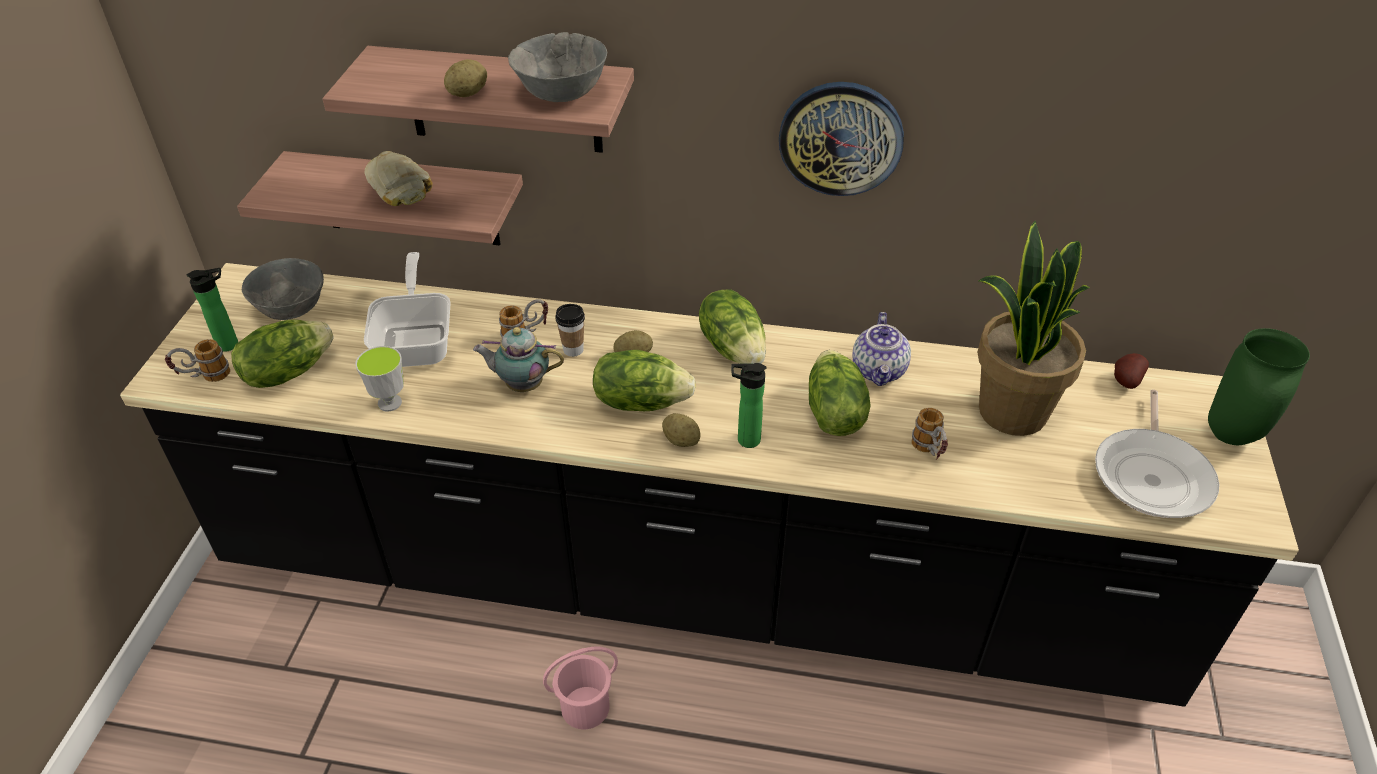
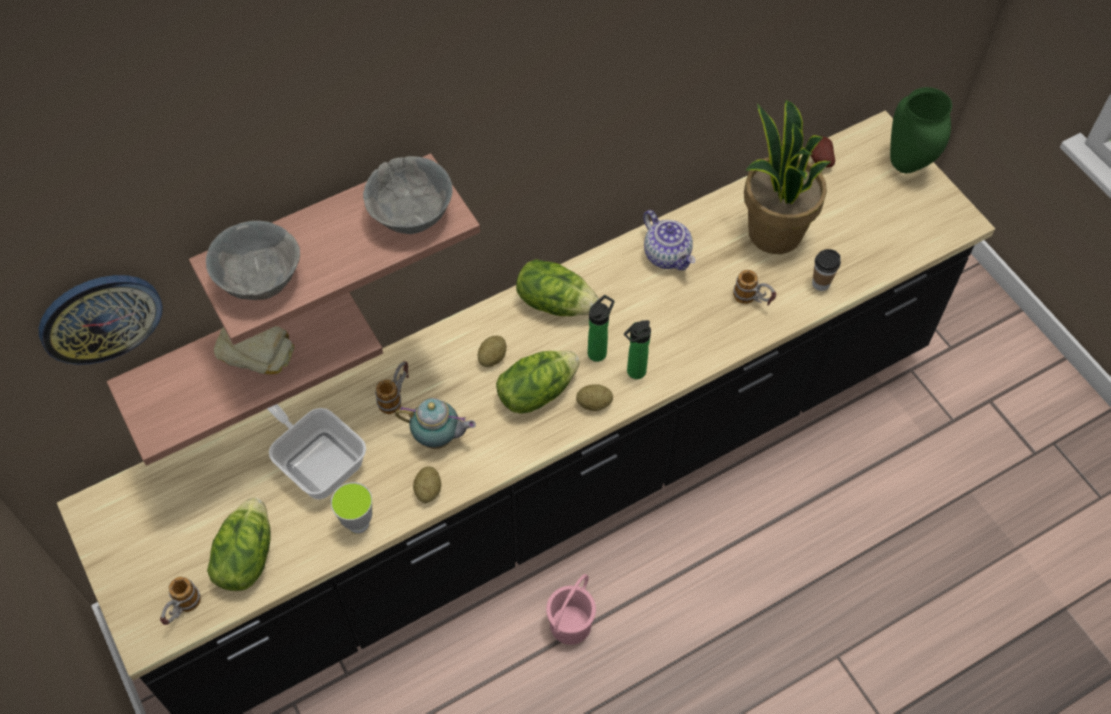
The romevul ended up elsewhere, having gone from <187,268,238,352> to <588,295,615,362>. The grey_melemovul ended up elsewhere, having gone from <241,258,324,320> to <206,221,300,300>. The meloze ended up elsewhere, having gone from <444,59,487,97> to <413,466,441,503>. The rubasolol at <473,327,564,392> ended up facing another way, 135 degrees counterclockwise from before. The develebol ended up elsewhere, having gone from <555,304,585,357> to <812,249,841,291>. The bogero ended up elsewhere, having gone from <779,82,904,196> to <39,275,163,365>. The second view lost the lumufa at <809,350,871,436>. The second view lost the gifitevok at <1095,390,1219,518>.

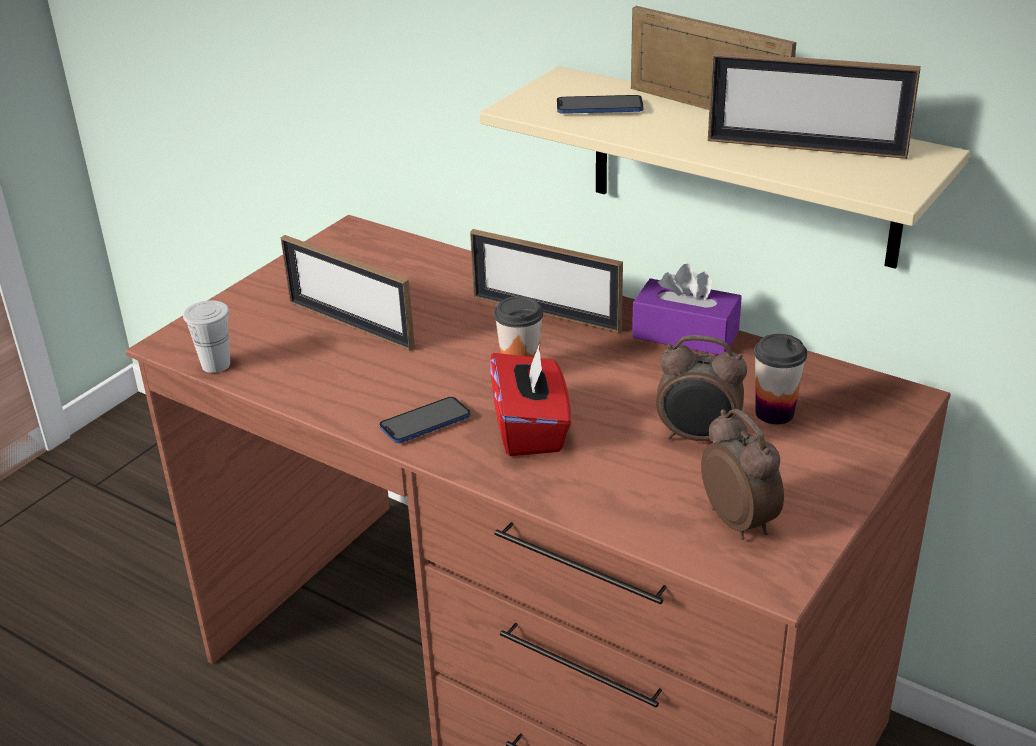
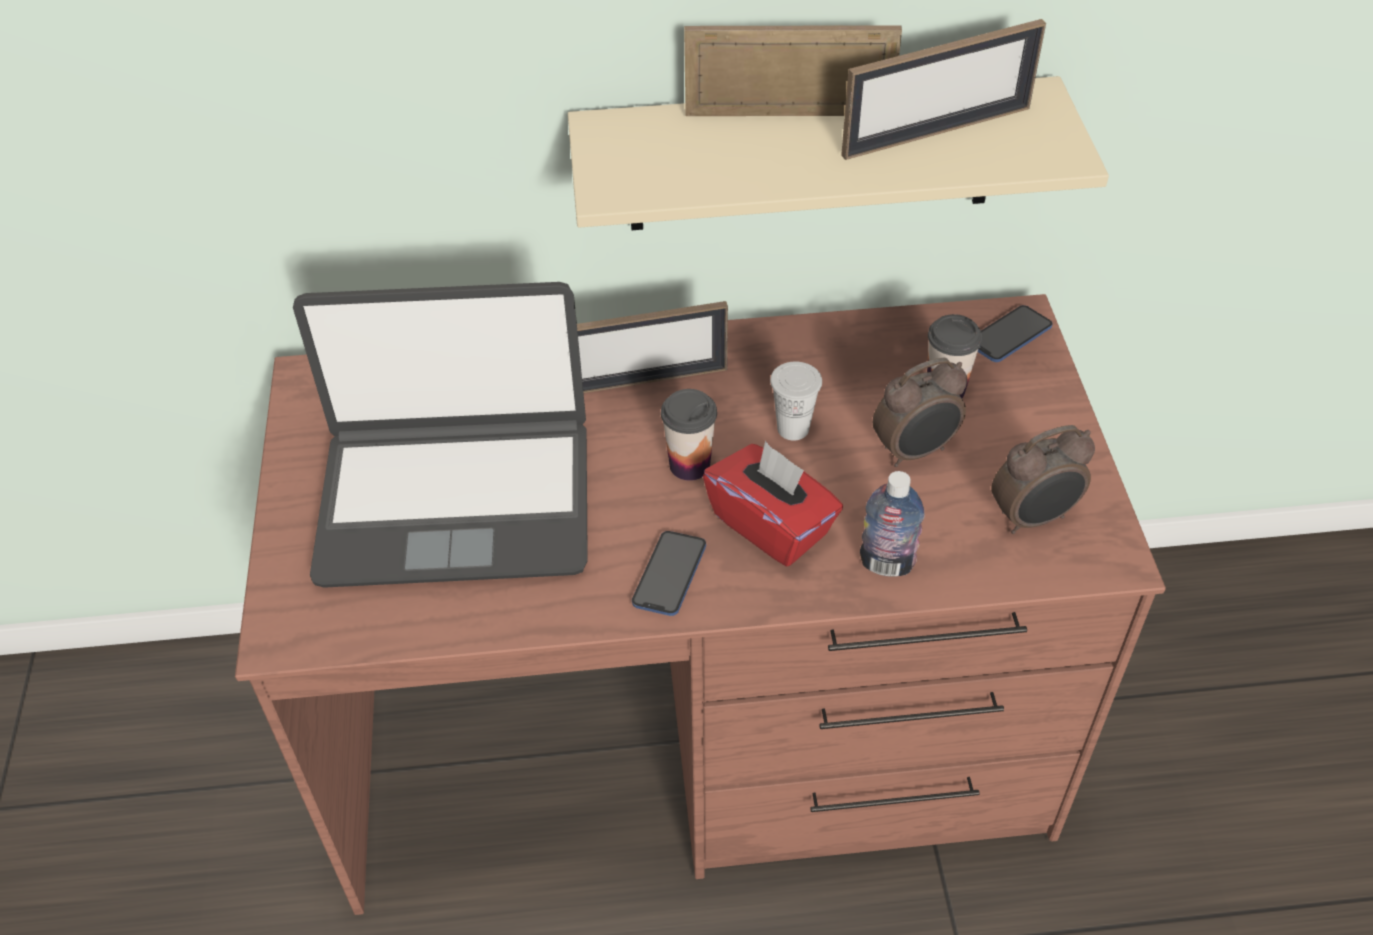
The white_develebol ended up elsewhere, having gone from <183,300,230,373> to <770,362,822,441>. Where the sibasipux stood at <281,235,415,351>, the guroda came to stand at <293,282,588,588>. The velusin ended up elsewhere, having gone from <557,95,644,114> to <978,305,1052,362>. The second view lost the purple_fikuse at <632,264,742,355>. The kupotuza at <701,409,784,540> ended up facing another way, 135 degrees clockwise from before. The second view gained the romevul at <860,471,925,577>.

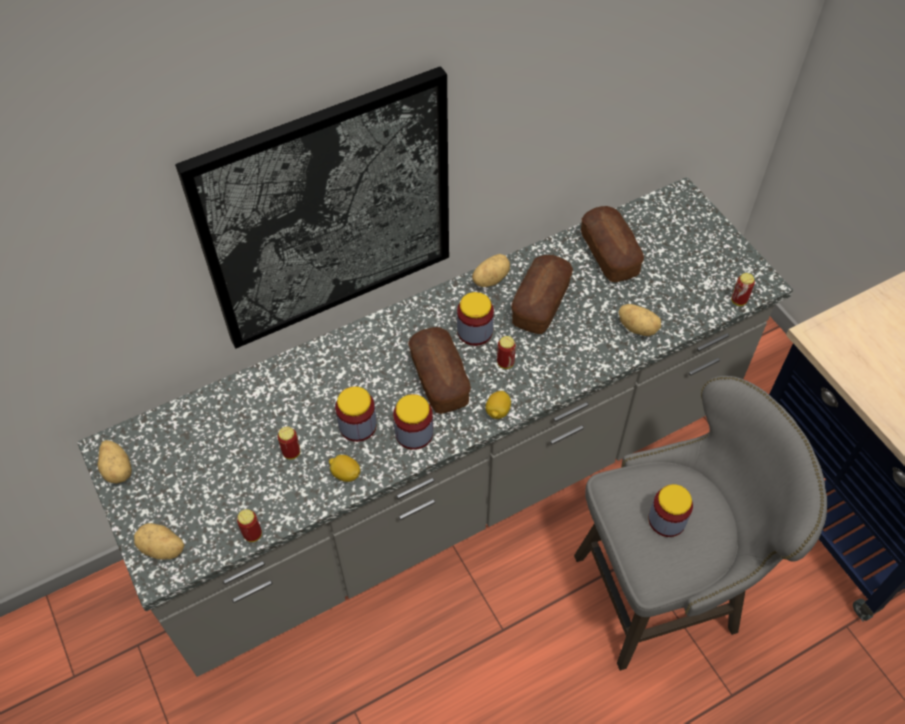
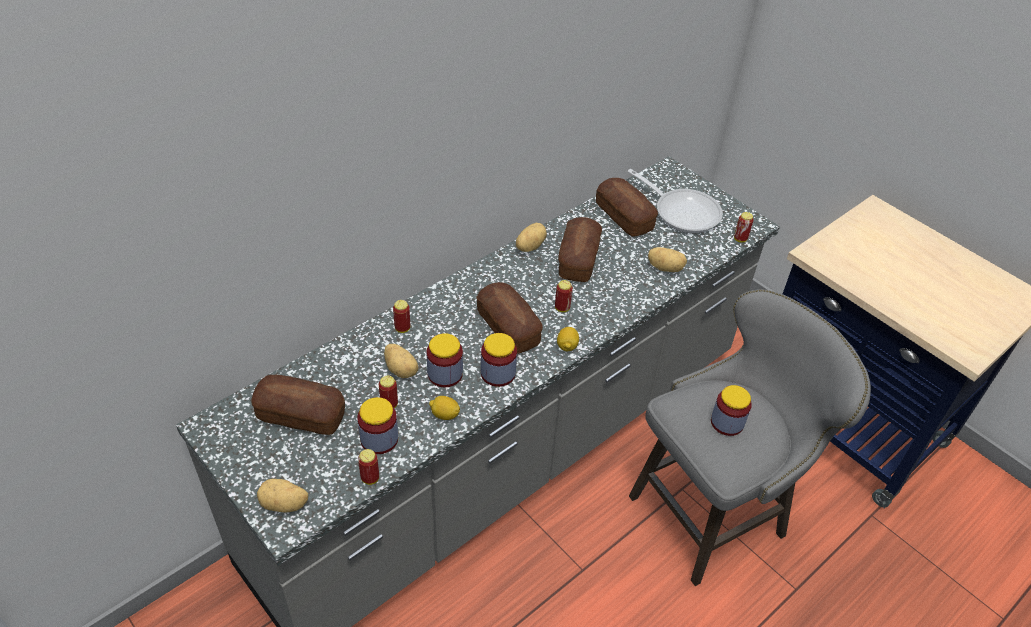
The meloze ended up elsewhere, having gone from <98,440,132,483> to <384,344,419,378>. The second view lost the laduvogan at <175,66,449,349>. The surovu ended up elsewhere, having gone from <457,292,494,346> to <357,397,398,454>. The second view gained the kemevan at <251,375,345,435>. The second view gained the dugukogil at <393,300,410,333>. The second view gained the gifitevok at <628,169,723,233>.

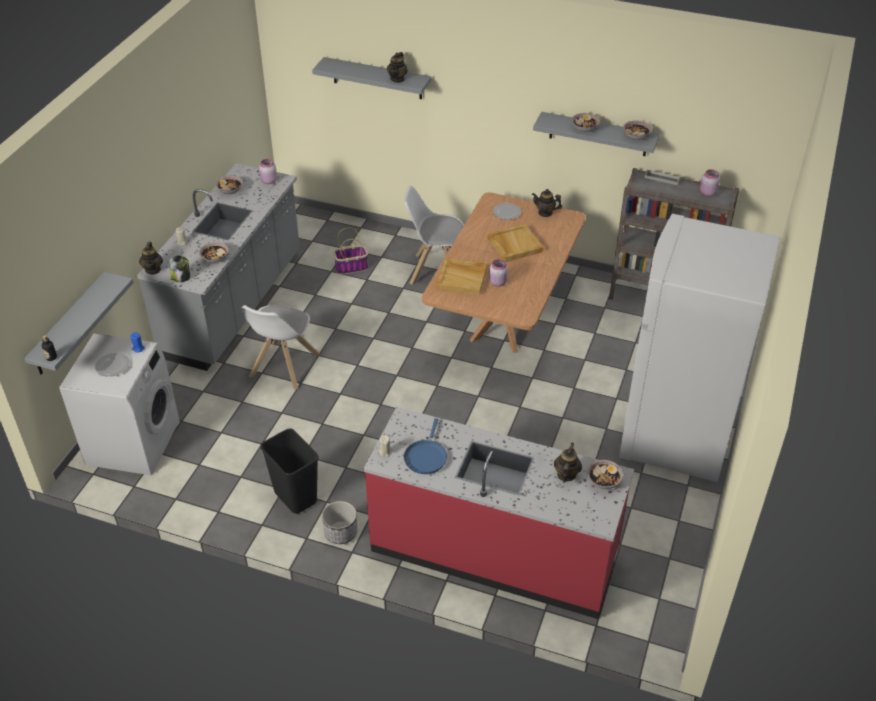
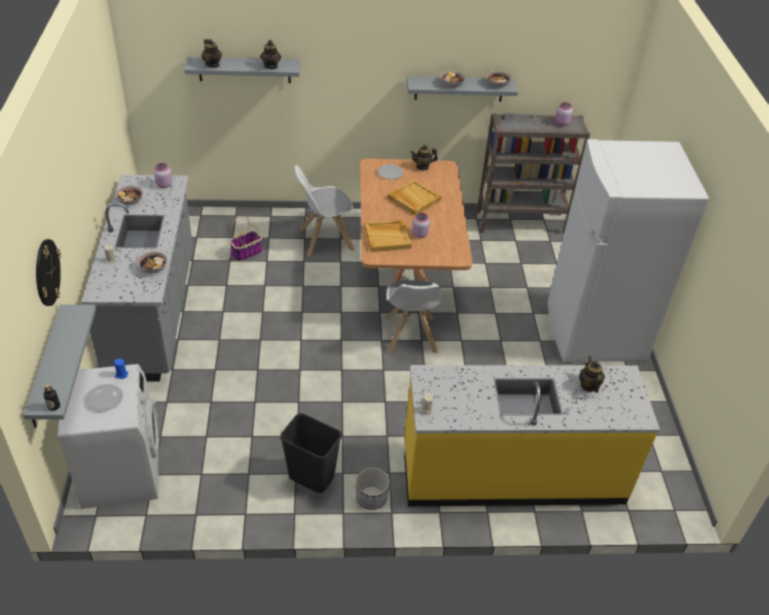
The rubasolol ended up elsewhere, having gone from <139,242,163,274> to <202,39,222,68>. The second view lost the surovu at <169,255,190,282>. The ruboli ended up elsewhere, having gone from <242,305,320,390> to <385,280,443,354>. What was the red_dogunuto at <363,407,634,619> turned into the yellow_dogunuto at <404,365,660,506>. The second view lost the blue_gifitevok at <404,418,447,474>. The second view lost the melemovul at <587,460,623,489>. The second view gained the bogero at <36,239,61,306>.

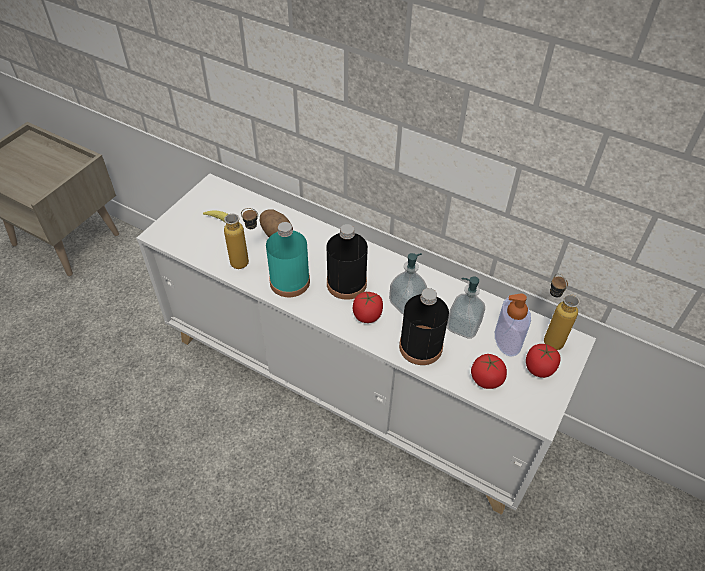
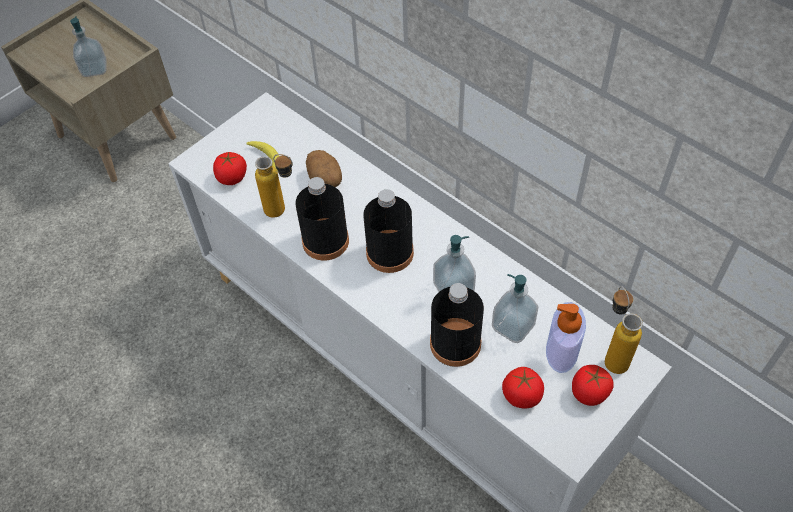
What was the turquoise_romevul at <266,222,310,297> turned into the black_romevul at <295,177,349,260>. The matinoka ended up elsewhere, having gone from <353,292,383,323> to <213,152,247,185>. The second view gained the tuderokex at <70,16,107,77>.

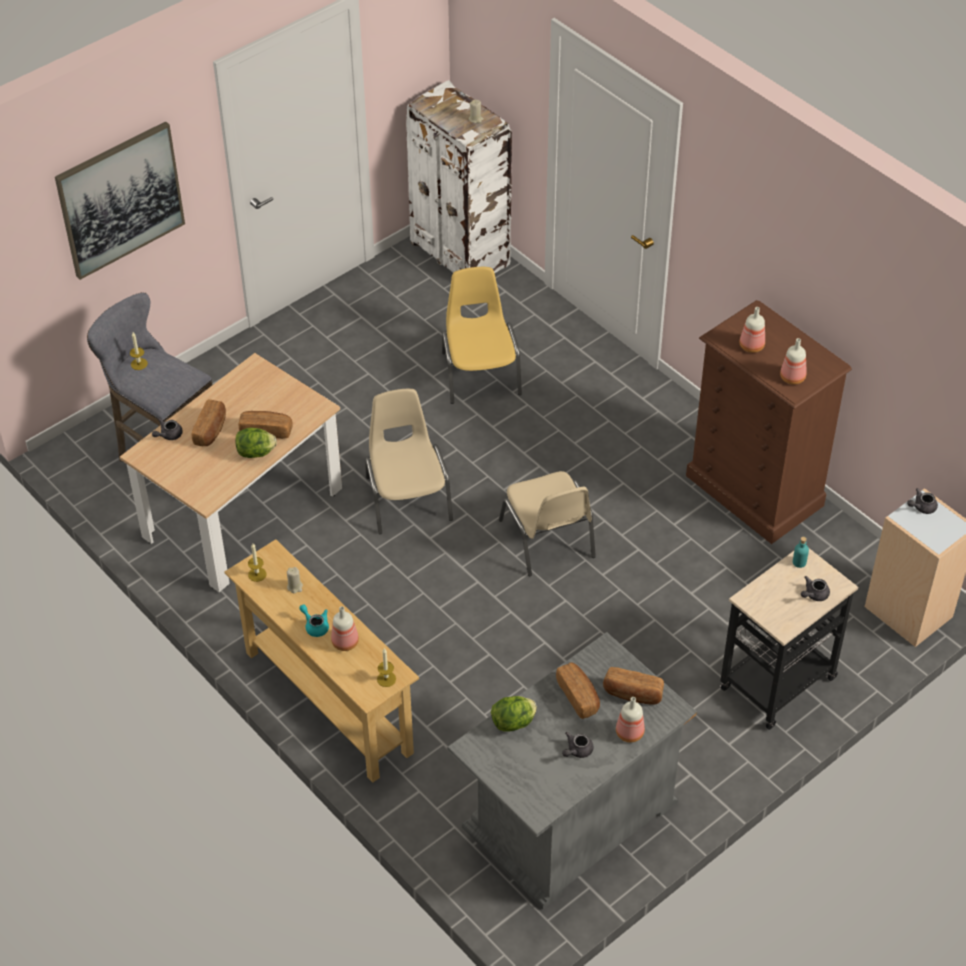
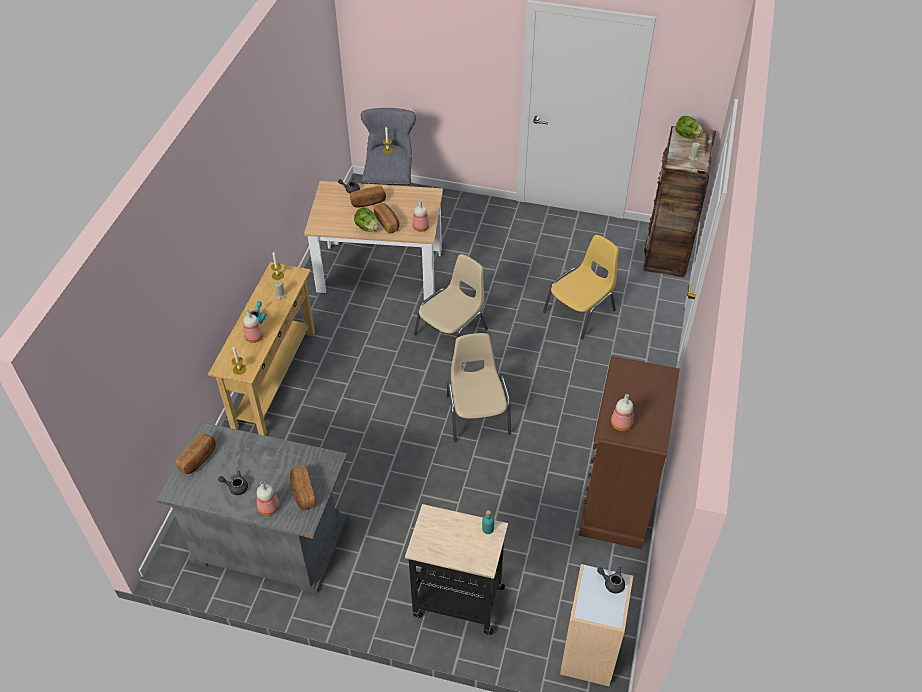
The second view lost the laduvogan at <55,121,185,280>. What was the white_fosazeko at <406,80,512,273> turned into the brown_fosazeko at <643,126,716,277>. The lumufa ended up elsewhere, having gone from <491,696,537,732> to <676,116,703,139>. The beige_ruboli at <499,471,596,576> ended up facing another way, 135 degrees clockwise from before. The kemevan ended up elsewhere, having gone from <556,662,600,719> to <176,432,216,474>. The romevul ended up elsewhere, having gone from <740,307,765,353> to <412,200,430,232>. The second view lost the grey_rubasolol at <801,576,830,601>.

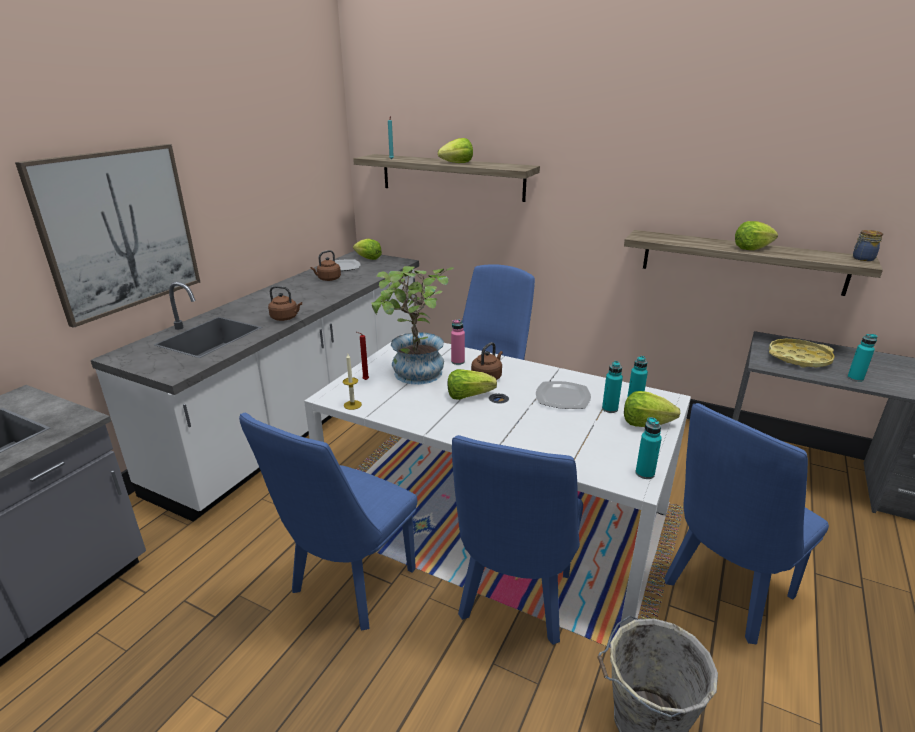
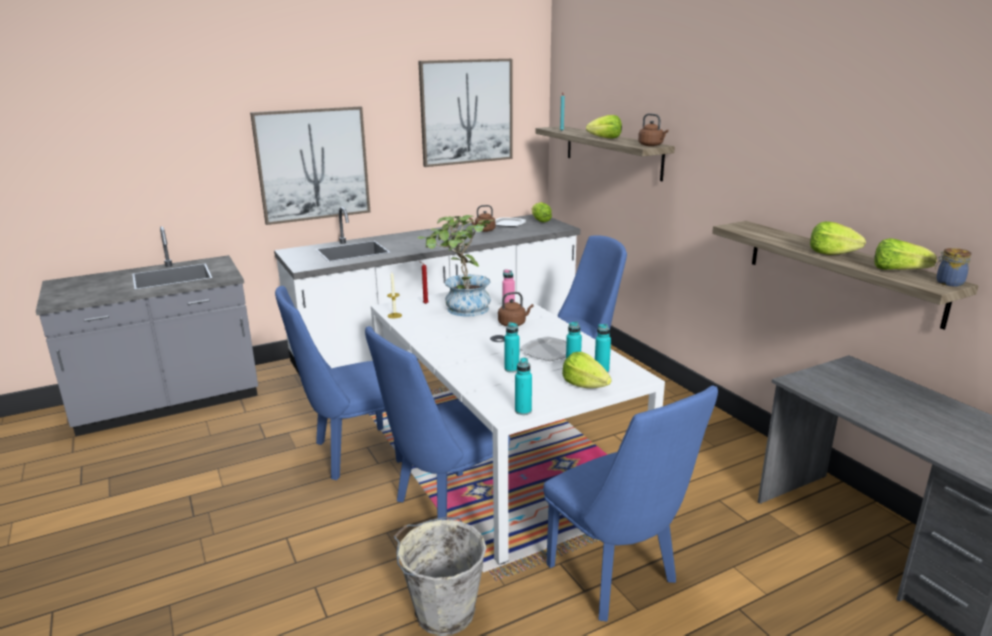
The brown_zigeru ended up elsewhere, having gone from <268,286,302,321> to <638,113,669,146>. The lumufa ended up elsewhere, having gone from <448,369,497,400> to <874,238,937,270>. The blue_ruboli at <664,403,829,644> ended up facing another way, 120 degrees counterclockwise from before. The second view lost the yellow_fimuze at <769,339,835,368>. The turquoise_romevul ended up elsewhere, having gone from <847,334,878,382> to <504,322,519,373>. The second view gained the laduvogan at <418,59,512,167>.

